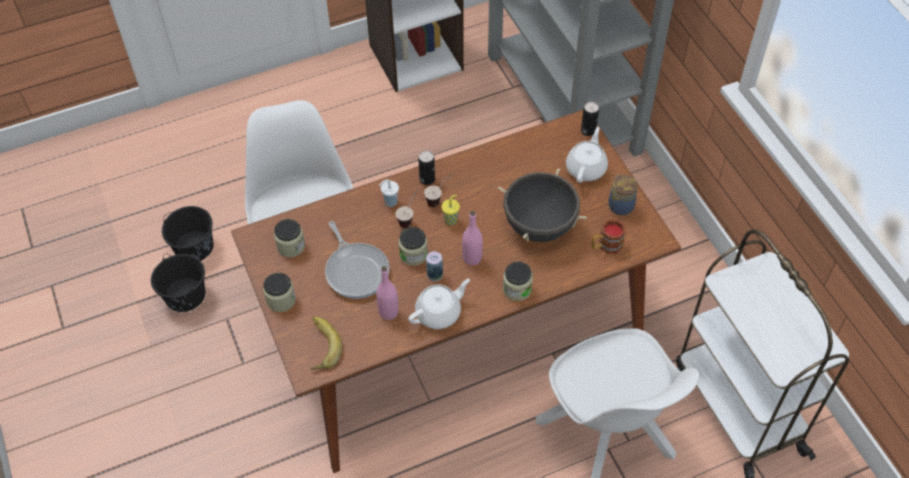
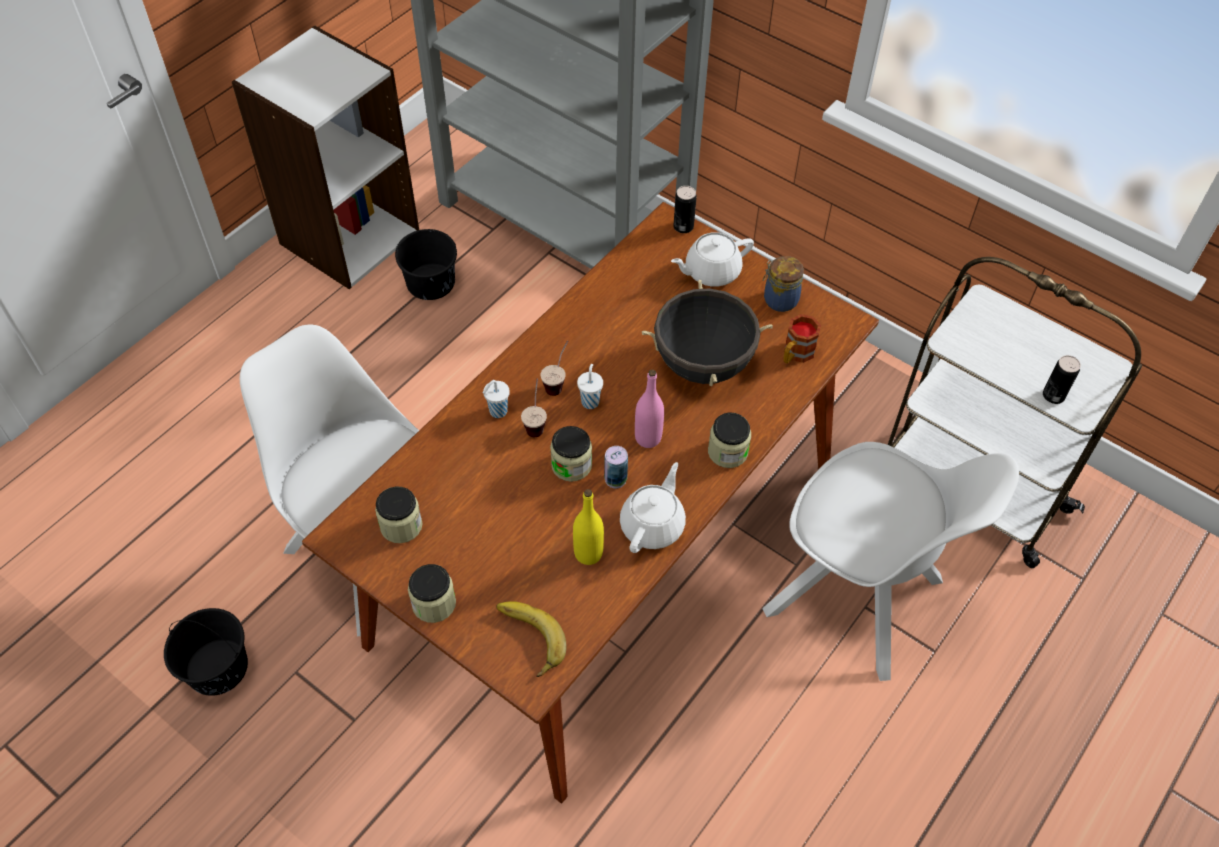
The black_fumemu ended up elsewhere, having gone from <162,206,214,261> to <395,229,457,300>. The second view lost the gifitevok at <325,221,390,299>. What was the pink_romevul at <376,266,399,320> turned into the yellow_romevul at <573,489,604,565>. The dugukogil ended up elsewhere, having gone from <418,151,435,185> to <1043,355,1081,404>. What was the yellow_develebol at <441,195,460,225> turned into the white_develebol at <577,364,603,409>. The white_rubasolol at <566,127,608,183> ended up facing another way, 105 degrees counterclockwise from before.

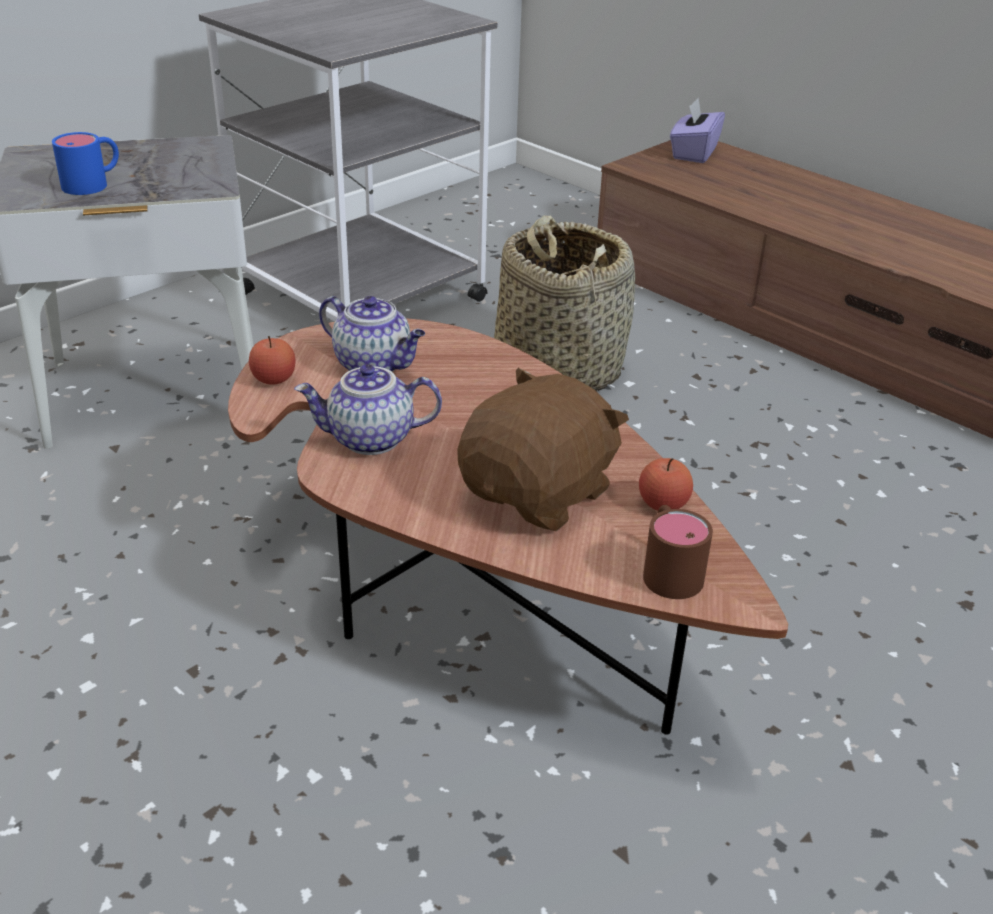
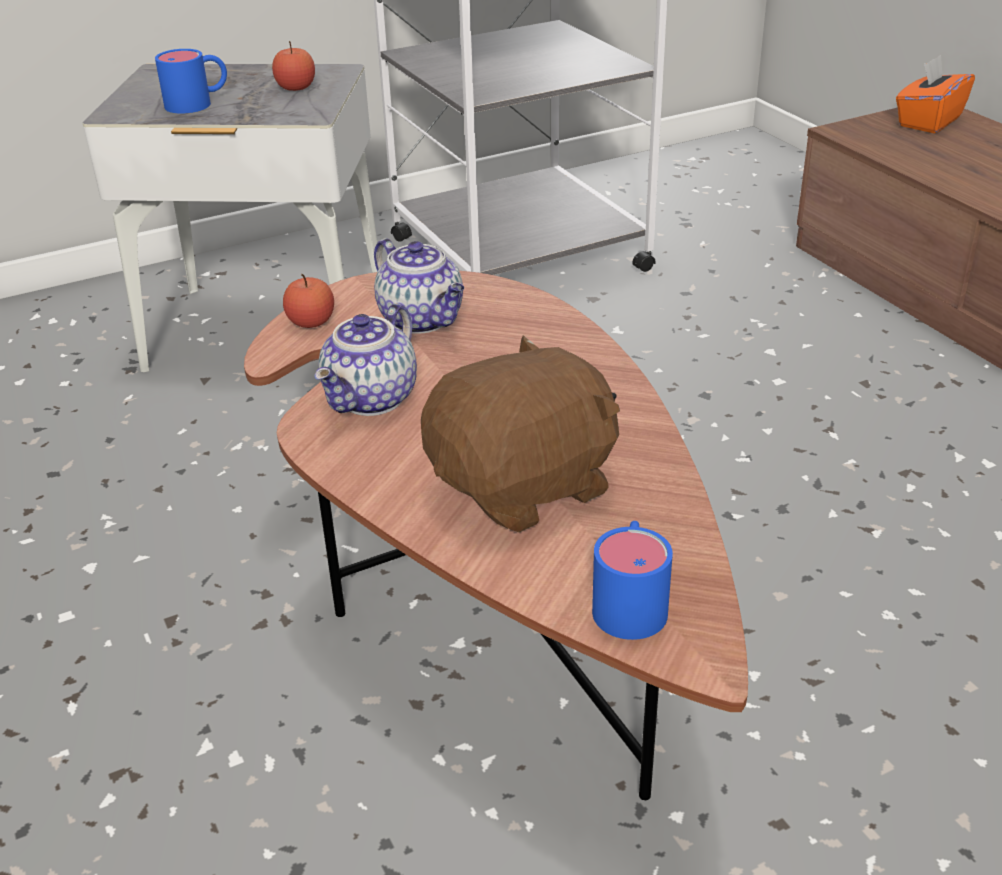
The rubasolol at <294,364,442,455> ended up facing another way, 75 degrees counterclockwise from before. The second view lost the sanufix at <494,215,635,391>. The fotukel ended up elsewhere, having gone from <639,458,693,511> to <272,41,315,91>. What was the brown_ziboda at <643,505,713,599> turned into the blue_ziboda at <592,521,673,640>. What was the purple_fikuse at <670,98,725,163> turned into the orange_fikuse at <896,55,975,133>.

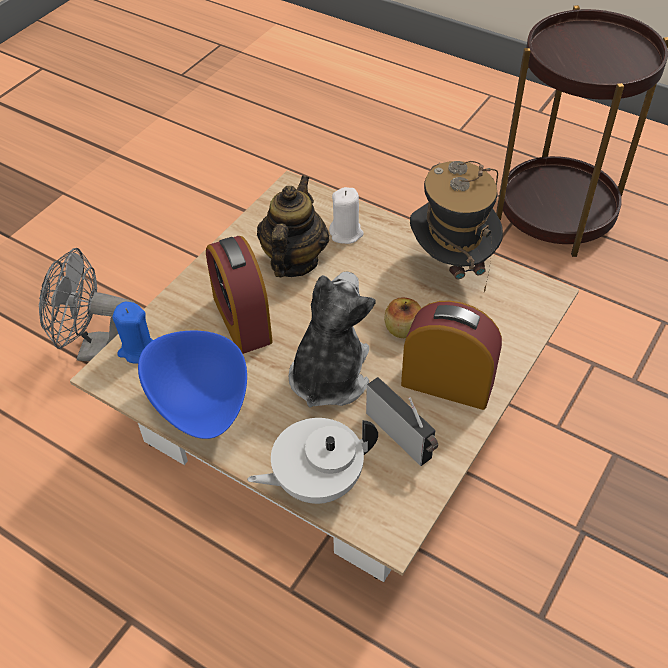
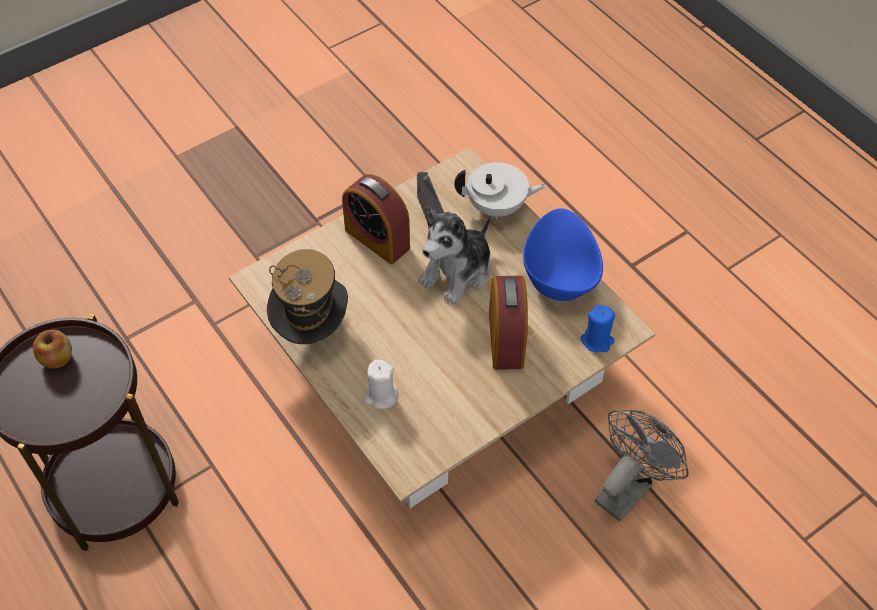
The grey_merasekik at <39,248,135,361> ended up facing another way, 75 degrees counterclockwise from before. The second view lost the rubasolol at <257,175,329,277>. The fotukel ended up elsewhere, having gone from <384,297,421,338> to <33,330,72,369>.

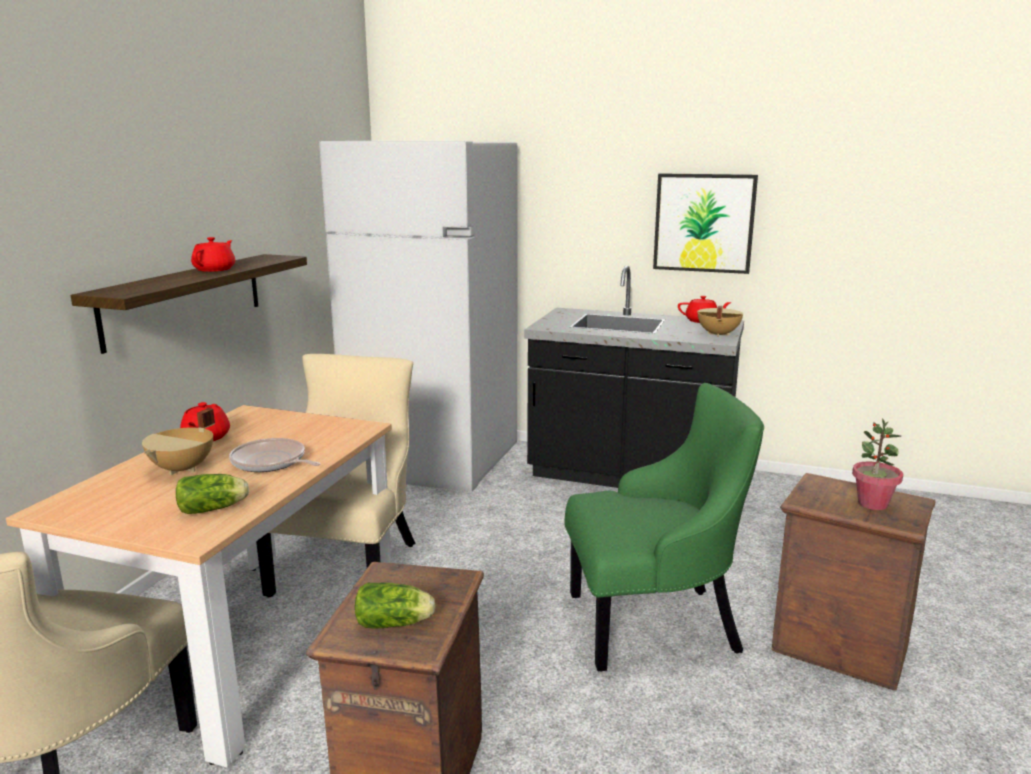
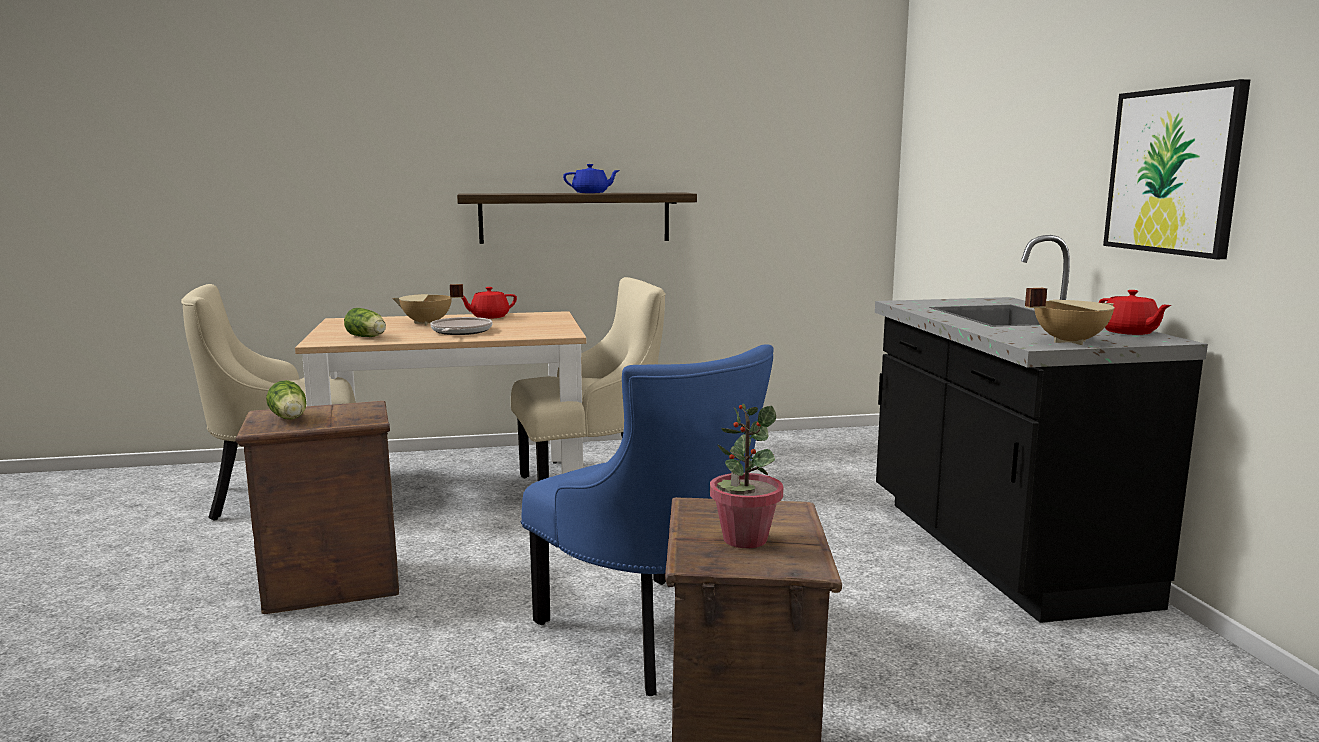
What was the red_rubasolol at <191,237,235,272> turned into the blue_rubasolol at <563,164,620,193>. The second view lost the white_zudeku at <319,141,518,492>. What was the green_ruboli at <564,383,764,672> turned into the blue_ruboli at <521,344,774,696>.

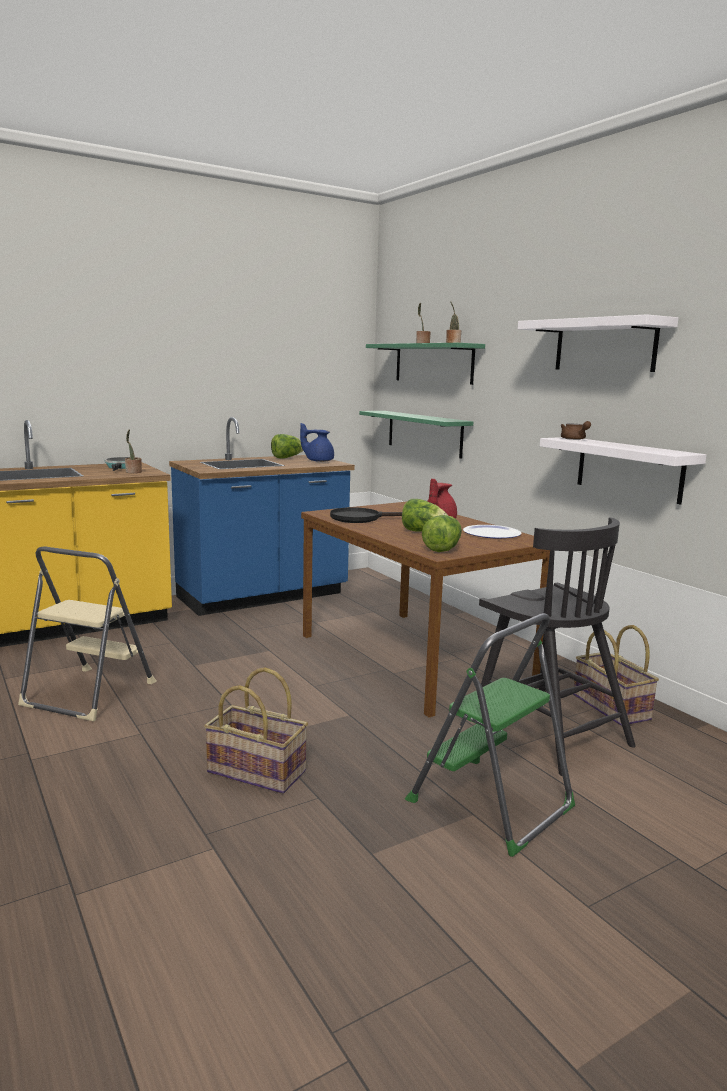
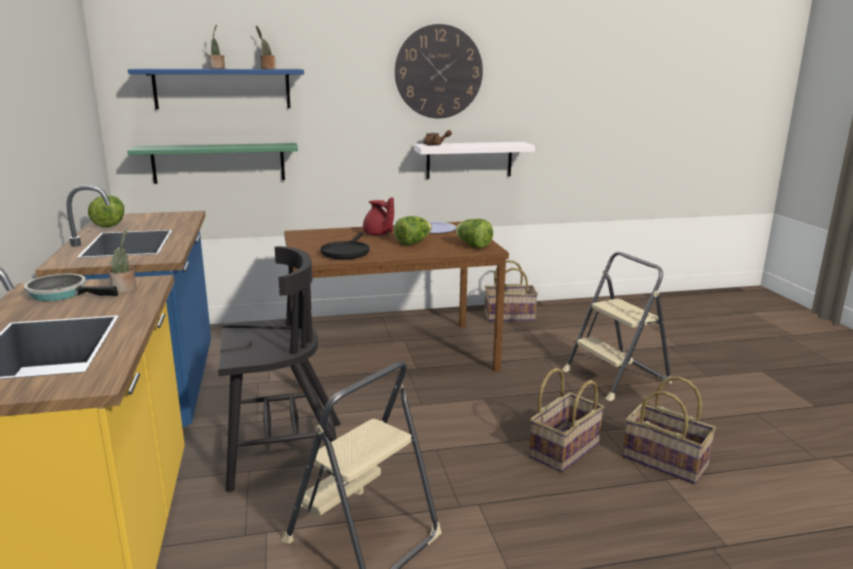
The second view lost the blue_rubasolol at <300,423,334,462>. What was the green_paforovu at <366,343,485,385> turned into the blue_paforovu at <128,69,304,109>. What was the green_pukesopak at <405,613,575,857> turned into the beige_pukesopak at <562,252,672,401>. The black_ruboli ended up elsewhere, having gone from <479,517,636,776> to <218,246,341,492>. Where the white_paforovu hung at <518,314,678,372>, the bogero came to hang at <395,24,483,119>. The second view gained the sanufix at <622,376,716,484>.

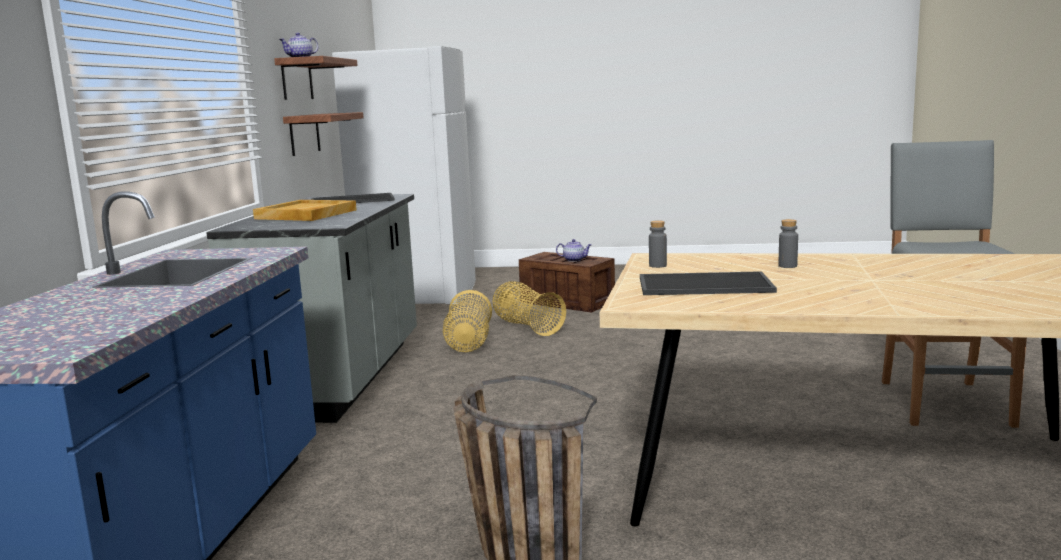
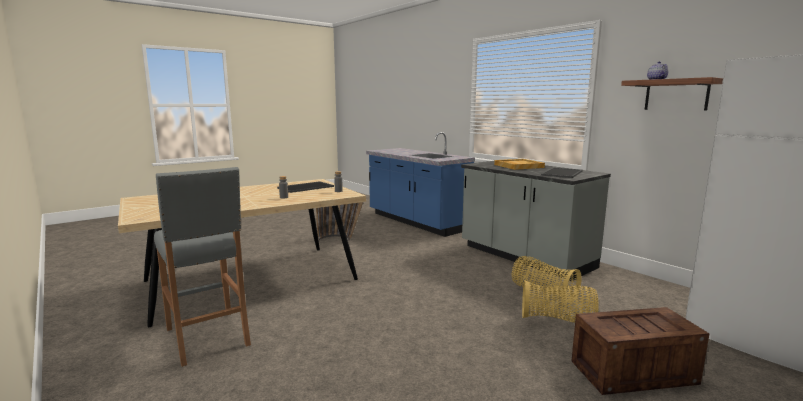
The second view lost the paforovu at <283,112,364,156>. The second view lost the rubasolol at <556,239,592,262>.

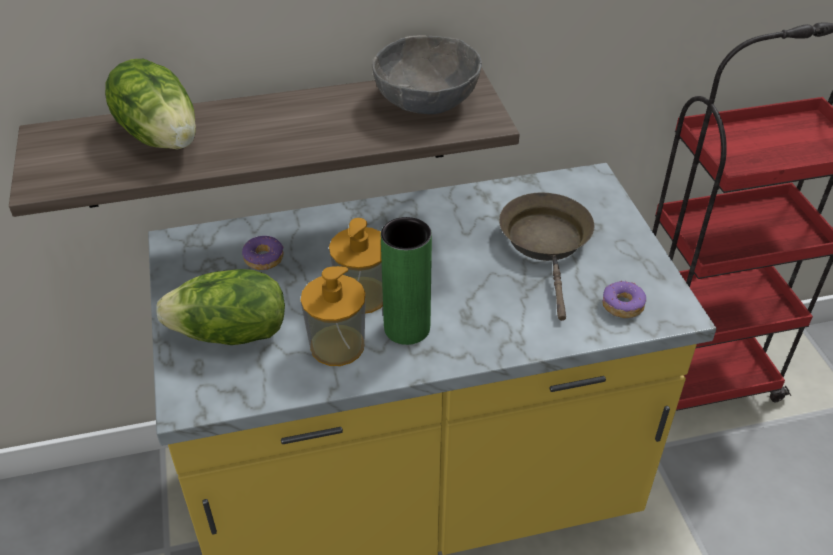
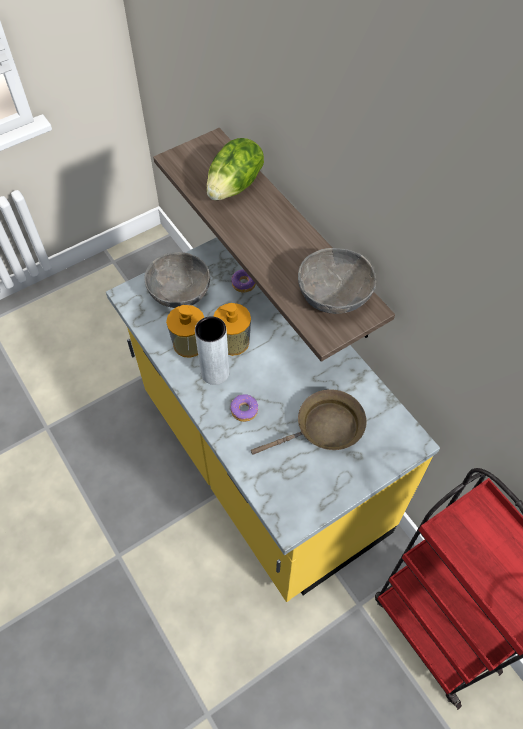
Where the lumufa stood at <156,269,285,345>, the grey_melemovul came to stand at <144,252,210,308>. What was the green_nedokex at <381,217,432,345> turned into the grey_nedokex at <195,316,230,385>. The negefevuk ended up elsewhere, having gone from <603,280,646,318> to <231,394,258,422>.

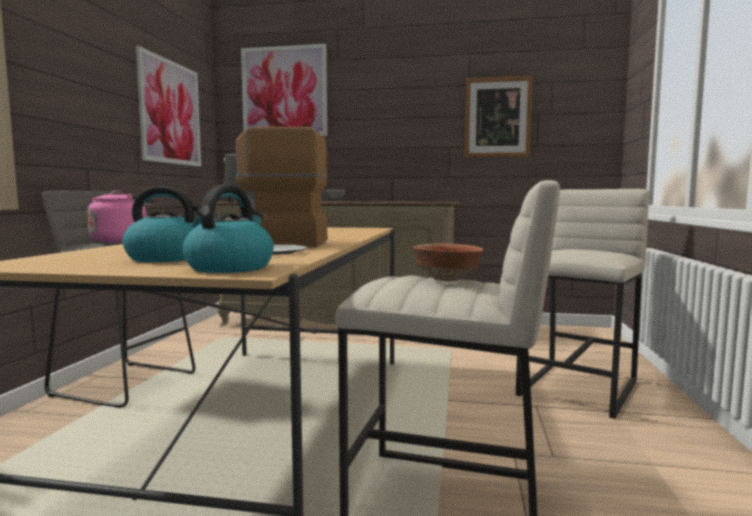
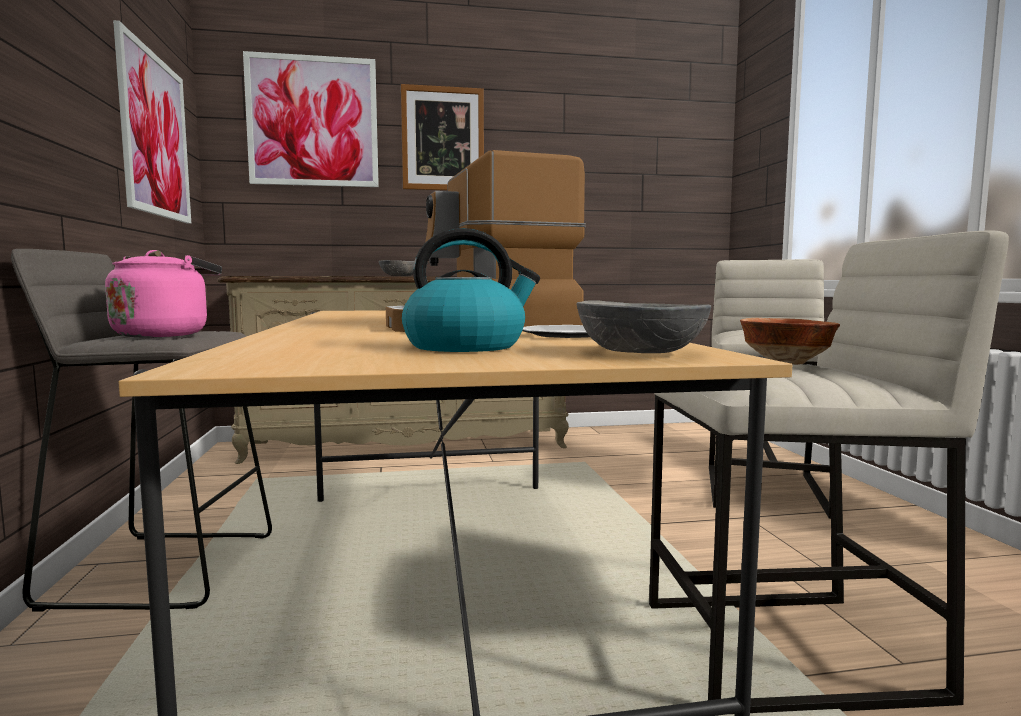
Where the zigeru stood at <183,185,274,273>, the grey_melemovul came to stand at <577,300,711,353>. The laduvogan ended up elsewhere, having gone from <465,76,532,158> to <401,84,484,190>.

